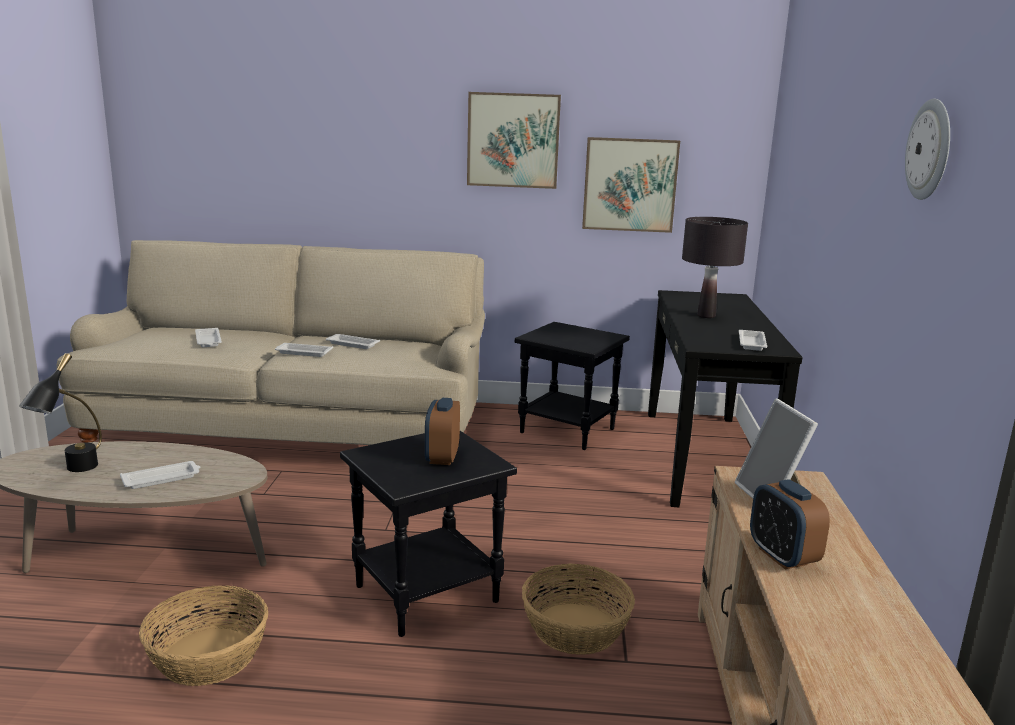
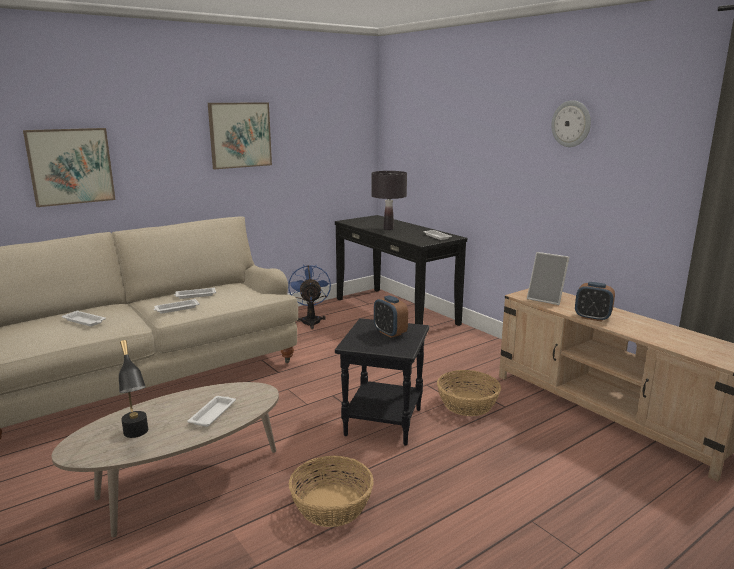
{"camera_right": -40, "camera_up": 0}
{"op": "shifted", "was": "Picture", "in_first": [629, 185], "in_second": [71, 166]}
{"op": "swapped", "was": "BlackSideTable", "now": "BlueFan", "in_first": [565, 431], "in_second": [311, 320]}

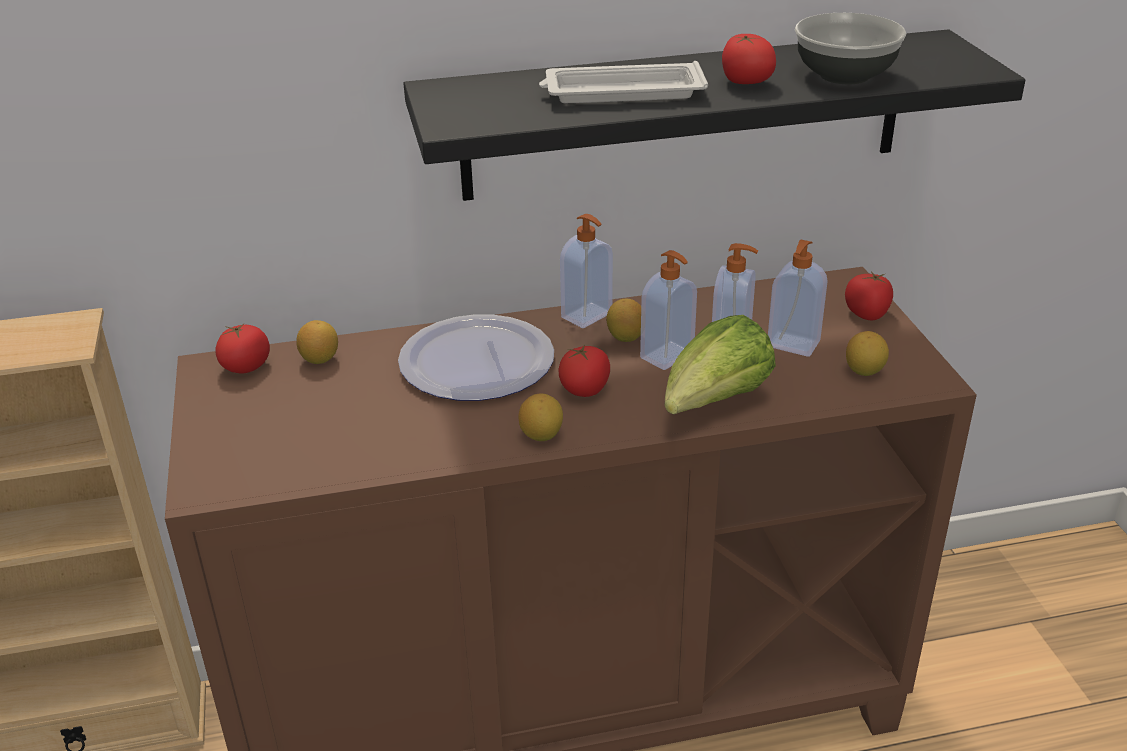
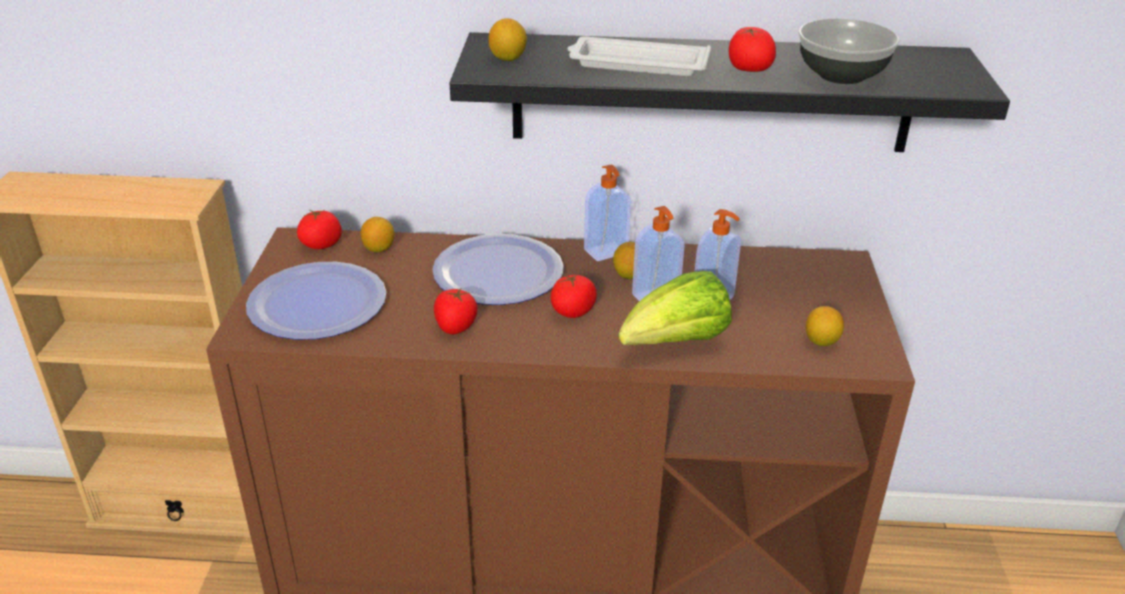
{"camera_right": 15, "camera_up": 0}
{"op": "gone", "was": "SoapDispenser", "in_first": [792, 345]}
{"op": "new", "now": "Plate", "in_second": [317, 303]}
{"op": "shifted", "was": "Lemon", "in_first": [541, 435], "in_second": [508, 59]}
{"op": "shifted", "was": "Tomato", "in_first": [867, 313], "in_second": [455, 326]}

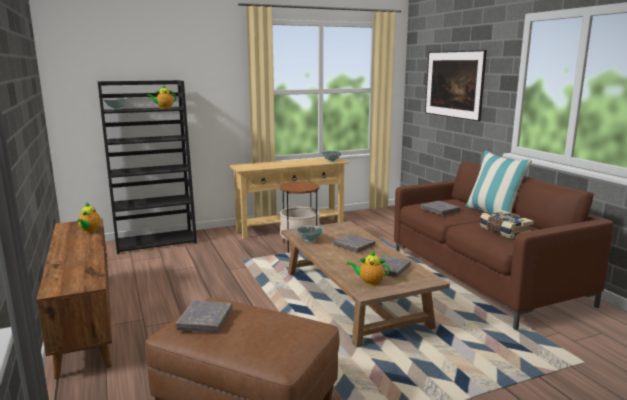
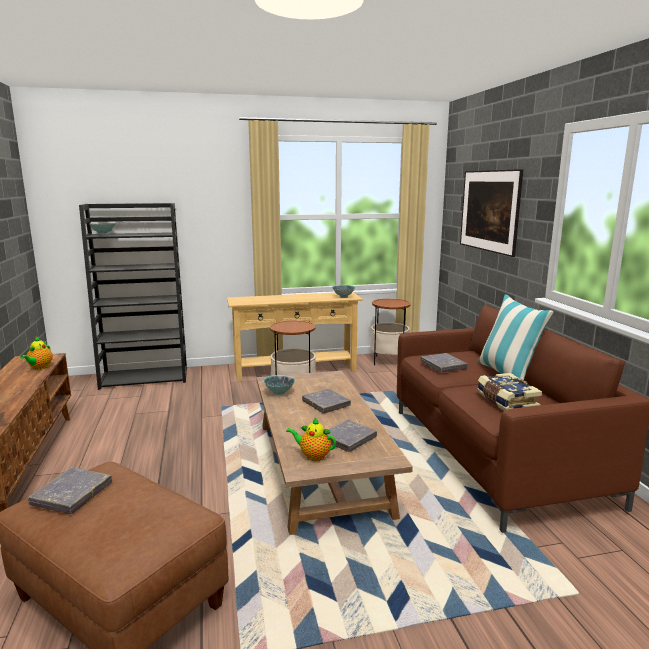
{"camera_right": 10, "camera_up": 0}
{"op": "gone", "was": "Teapot", "in_first": [164, 108]}
{"op": "new", "now": "SideTable", "in_second": [389, 361]}

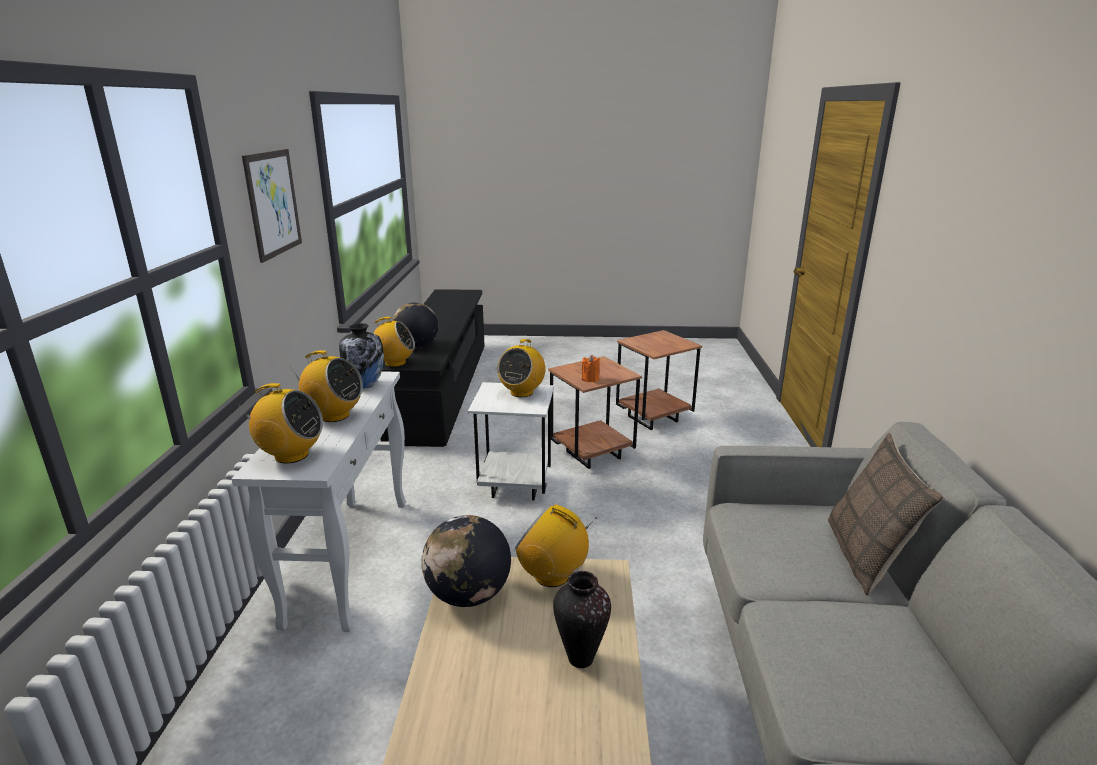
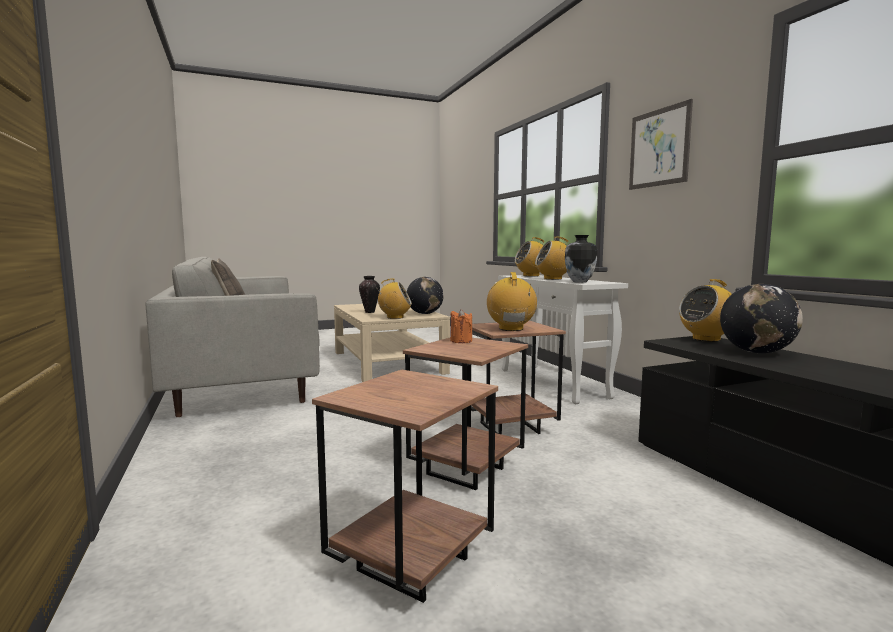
{"camera_right": 155, "camera_up": -15}
{"op": "repainted", "was": "WhiteSideTable", "now": "BrownSideTable", "in_first": [515, 486], "in_second": [511, 428]}

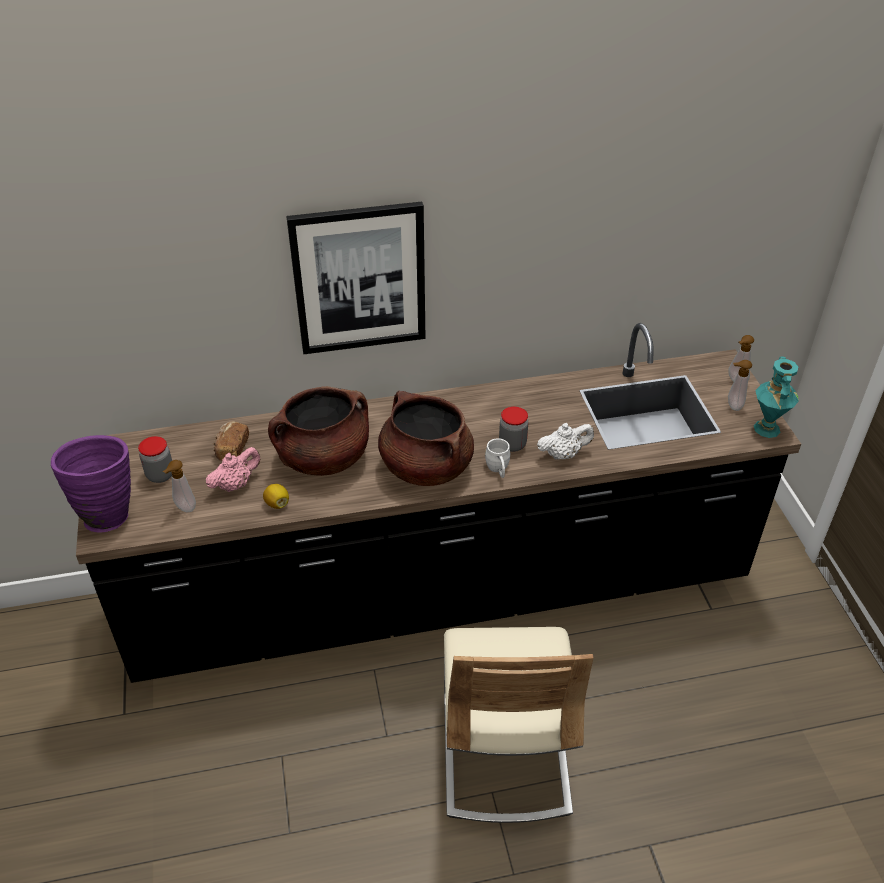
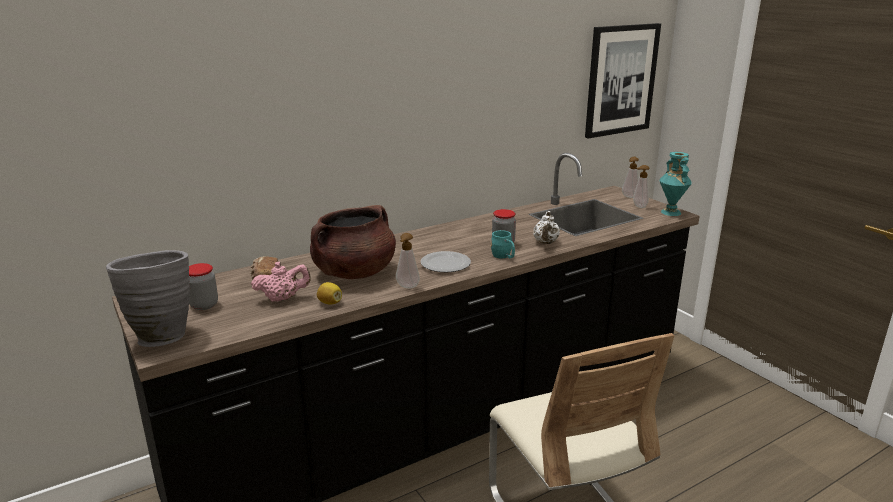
{"camera_right": -20, "camera_up": -20}
{"op": "shifted", "was": "SoapDispenser", "in_first": [184, 508], "in_second": [407, 287]}
{"op": "shifted", "was": "Picture", "in_first": [359, 279], "in_second": [621, 80]}
{"op": "swapped", "was": "BrownCookingPot", "now": "Plate", "in_first": [425, 467], "in_second": [444, 264]}
{"op": "repainted", "was": "PurpleVase", "now": "GreyVase", "in_first": [108, 513], "in_second": [161, 336]}
{"op": "repainted", "was": "WhiteMug", "now": "TurquoiseMug", "in_first": [498, 470], "in_second": [503, 257]}
{"op": "rotated", "was": "PinkTeapot", "in_first": [236, 484], "in_second": [283, 298], "clockwise": 45}
{"op": "rotated", "was": "WhiteTeapot", "in_first": [563, 454], "in_second": [545, 243], "clockwise": 135}

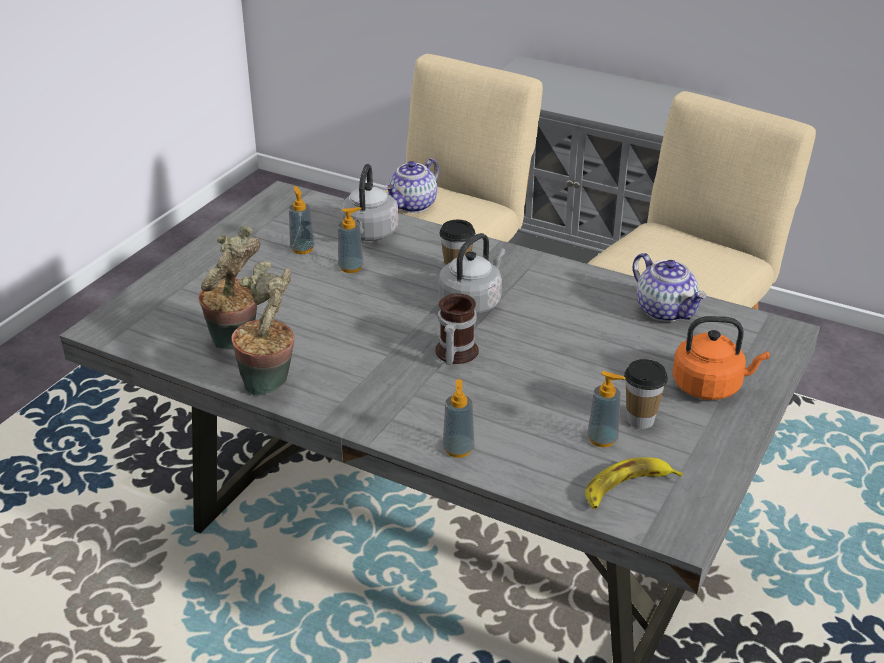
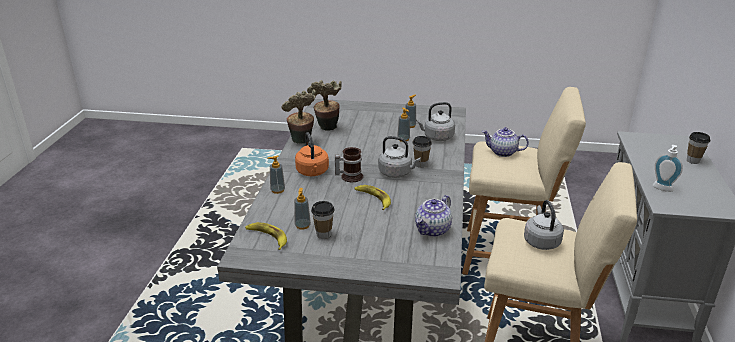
{"camera_right": 70, "camera_up": -5}
{"op": "new", "now": "Banana", "in_second": [373, 199]}
{"op": "new", "now": "GreyKettle", "in_second": [541, 241]}
{"op": "new", "now": "SoapDispenser", "in_second": [662, 189]}
{"op": "new", "now": "Cup", "in_second": [693, 161]}
{"op": "shifted", "was": "OrangeKettle", "in_first": [710, 386], "in_second": [312, 172]}

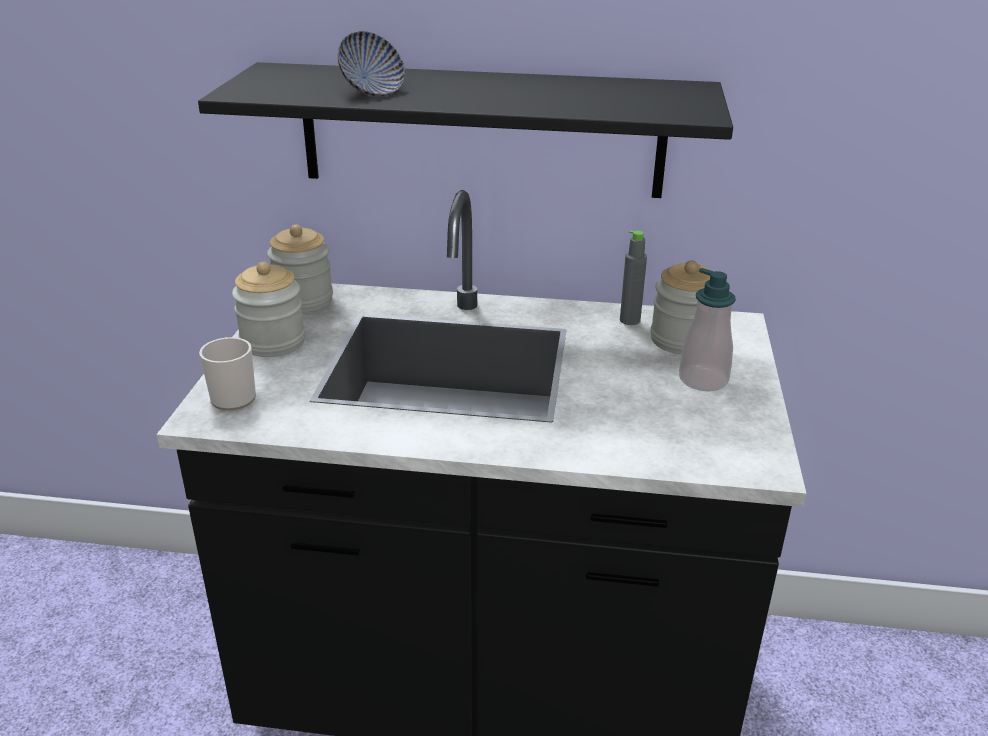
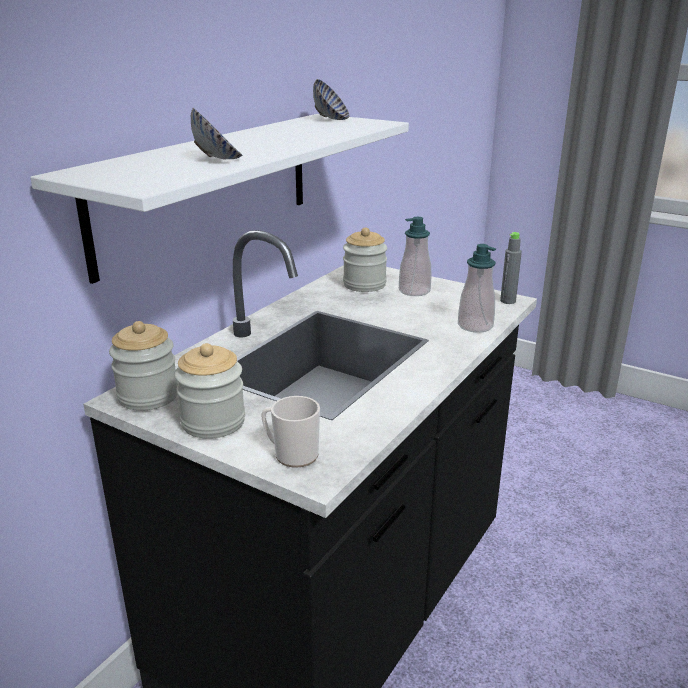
{"camera_right": -65, "camera_up": -5}
{"op": "new", "now": "Bowl", "in_second": [331, 119]}
{"op": "new", "now": "SoapDispenser", "in_second": [475, 326]}
{"op": "shifted", "was": "GreyBottle", "in_first": [630, 320], "in_second": [508, 301]}
{"op": "repainted", "was": "BlackShelf", "now": "WhiteShelf", "in_first": [481, 130], "in_second": [208, 189]}

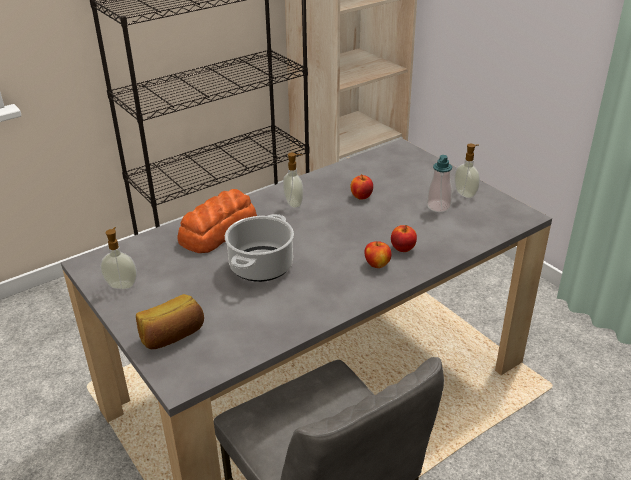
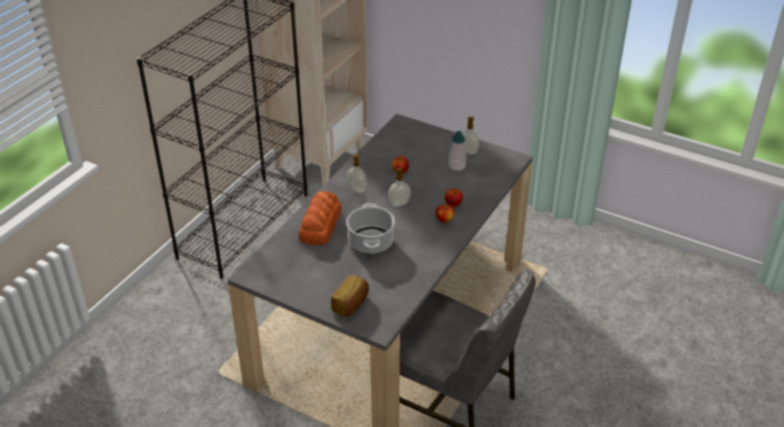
{"camera_right": -25, "camera_up": 5}
{"op": "shifted", "was": "SoapDispenser", "in_first": [122, 285], "in_second": [399, 203]}

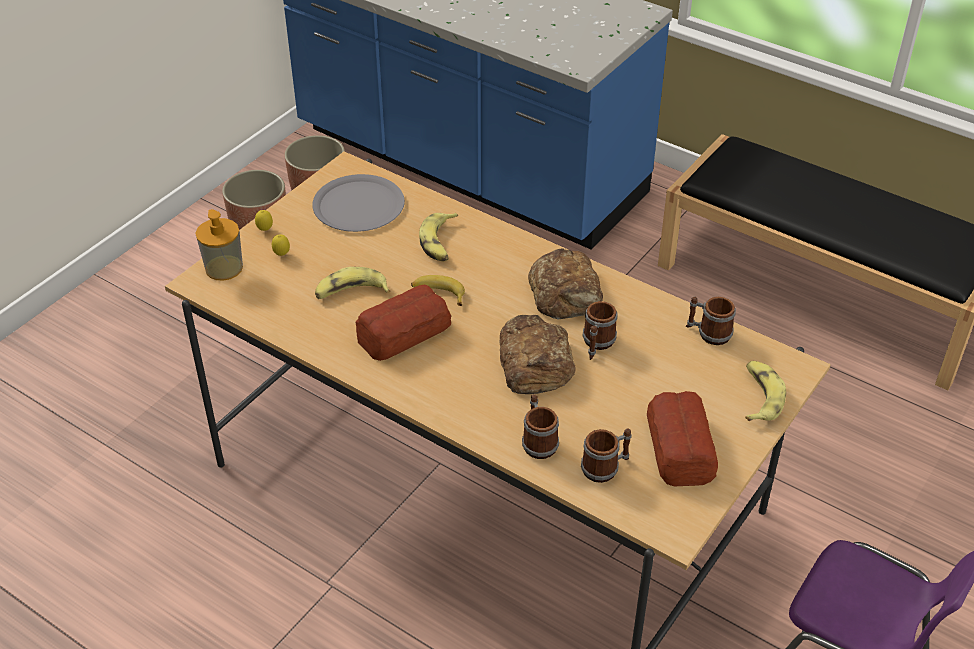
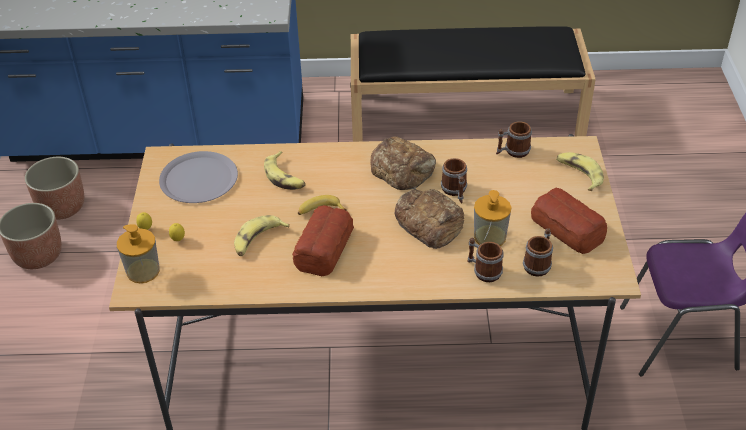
{"camera_right": -35, "camera_up": 0}
{"op": "new", "now": "SoapDispenser", "in_second": [490, 236]}

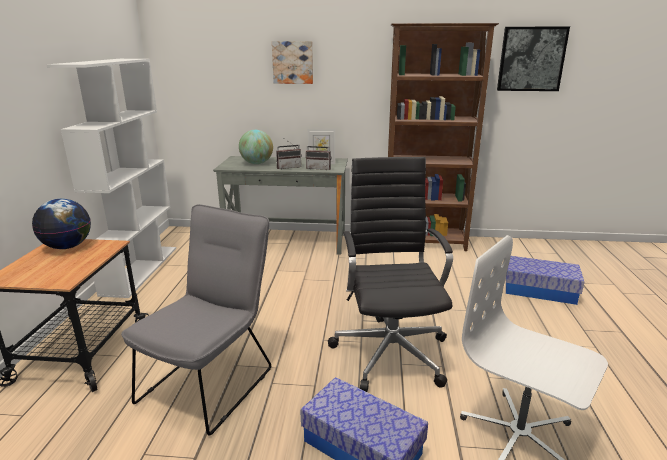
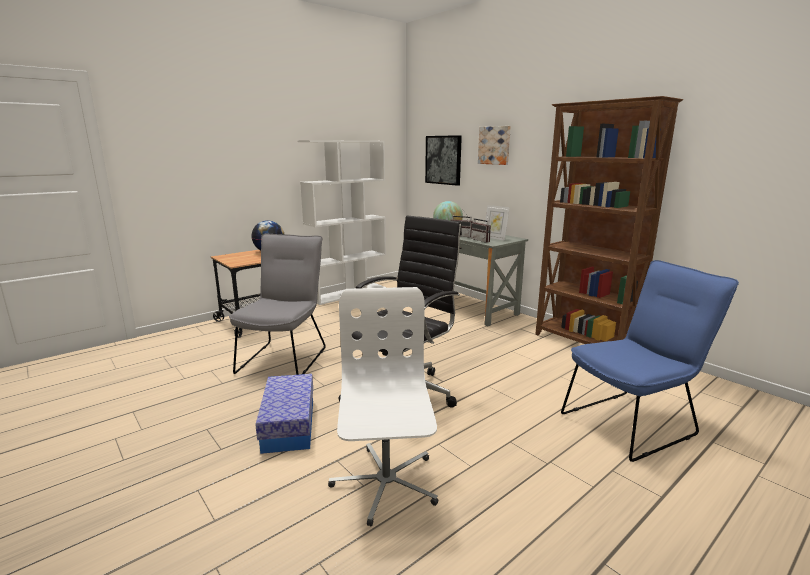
{"camera_right": 45, "camera_up": -5}
{"op": "shifted", "was": "Picture", "in_first": [531, 59], "in_second": [443, 160]}
{"op": "swapped", "was": "StorageBox", "now": "BlueChair", "in_first": [539, 290], "in_second": [633, 422]}
{"op": "rotated", "was": "GreyChair", "in_first": [212, 380], "in_second": [285, 357], "clockwise": -60}

